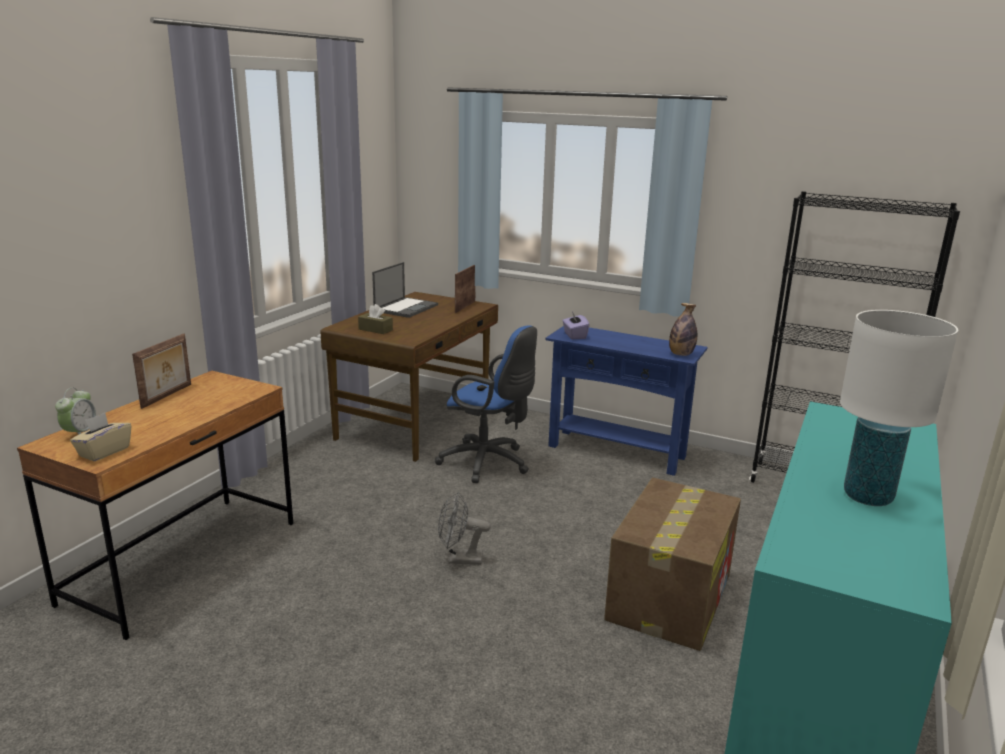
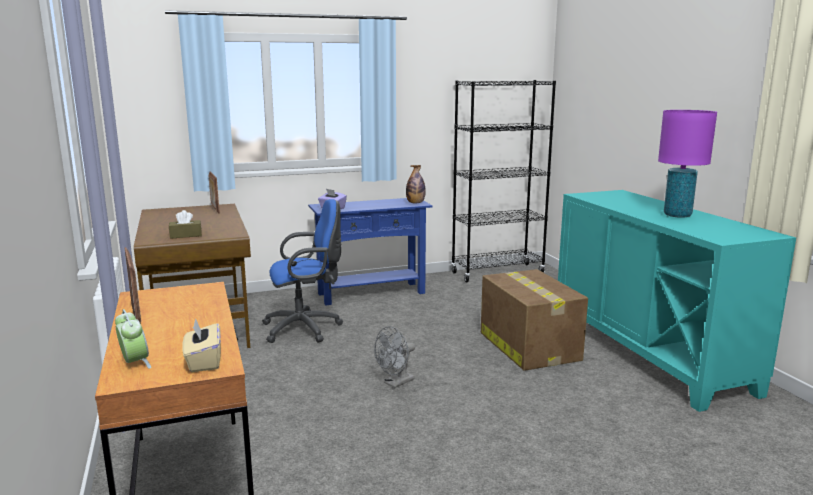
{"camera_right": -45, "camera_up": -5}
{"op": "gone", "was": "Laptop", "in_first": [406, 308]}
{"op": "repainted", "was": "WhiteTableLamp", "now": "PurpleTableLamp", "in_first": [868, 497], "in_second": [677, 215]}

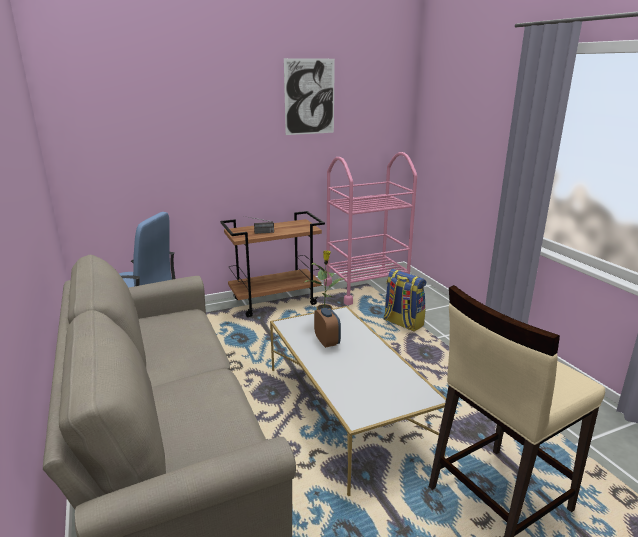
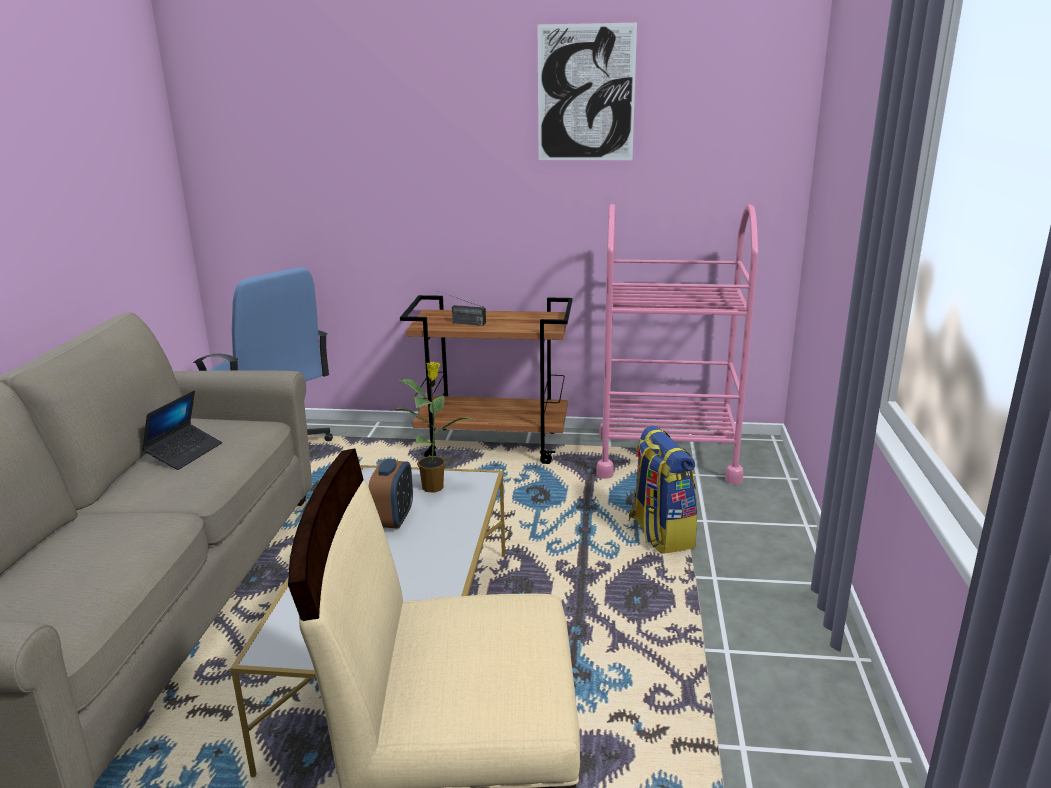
{"camera_right": 30, "camera_up": 0}
{"op": "new", "now": "Laptop", "in_second": [184, 453]}

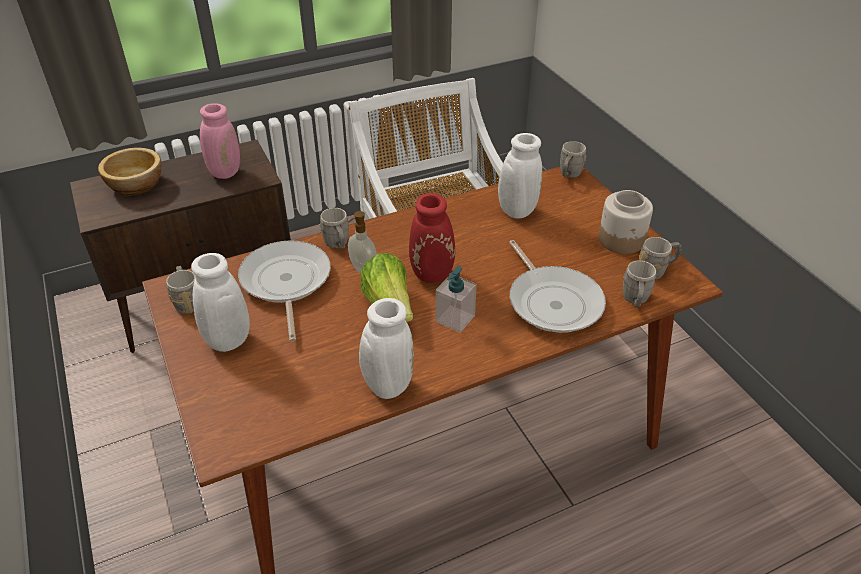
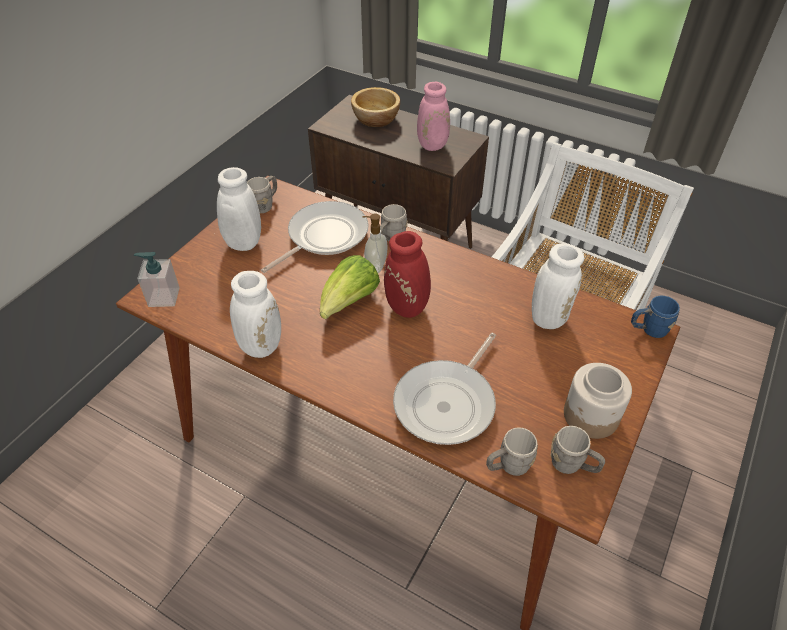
{"camera_right": 55, "camera_up": 5}
{"op": "shifted", "was": "SoapDispenser", "in_first": [455, 319], "in_second": [163, 297]}
{"op": "repainted", "was": "GreyMug", "now": "BlueMug", "in_first": [568, 175], "in_second": [648, 330]}

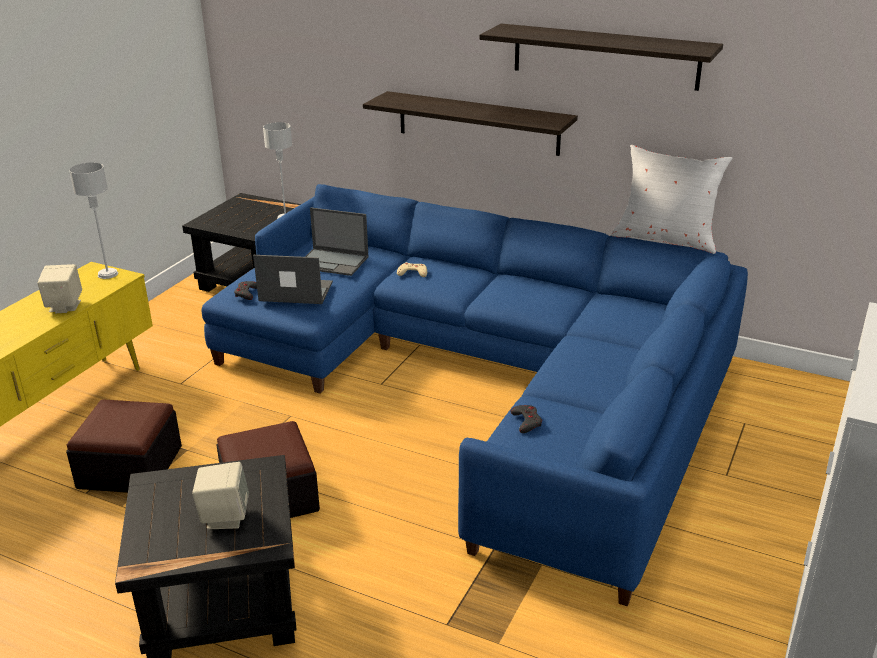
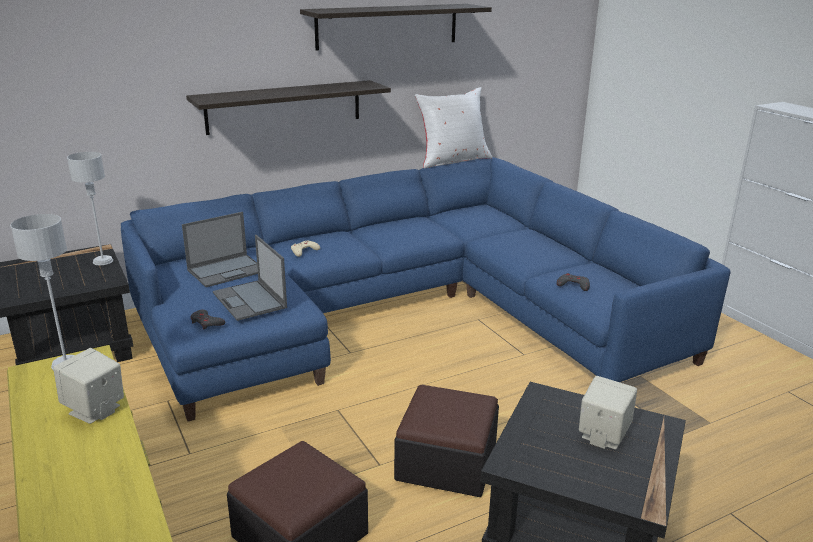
{"camera_right": -55, "camera_up": -5}
{"op": "rotated", "was": "Laptop", "in_first": [295, 292], "in_second": [250, 300], "clockwise": -75}

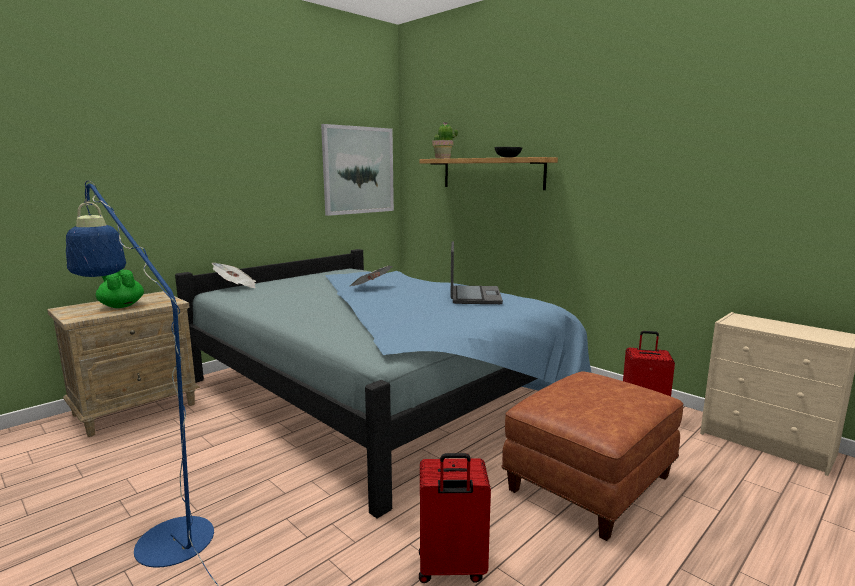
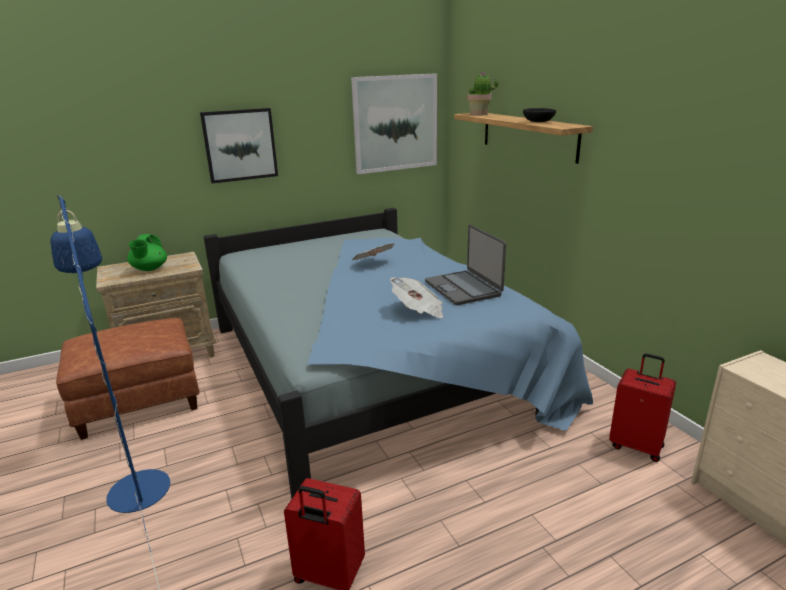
{"camera_right": 20, "camera_up": 10}
{"op": "new", "now": "Picture", "in_second": [240, 145]}
{"op": "shifted", "was": "Newspaper", "in_first": [236, 286], "in_second": [418, 311]}
{"op": "shifted", "was": "BrownOttoman", "in_first": [589, 482], "in_second": [140, 402]}
{"op": "rotated", "was": "GreenTeapot", "in_first": [121, 306], "in_second": [149, 269], "clockwise": -150}
{"op": "rotated", "was": "Laptop", "in_first": [474, 296], "in_second": [463, 288], "clockwise": 135}

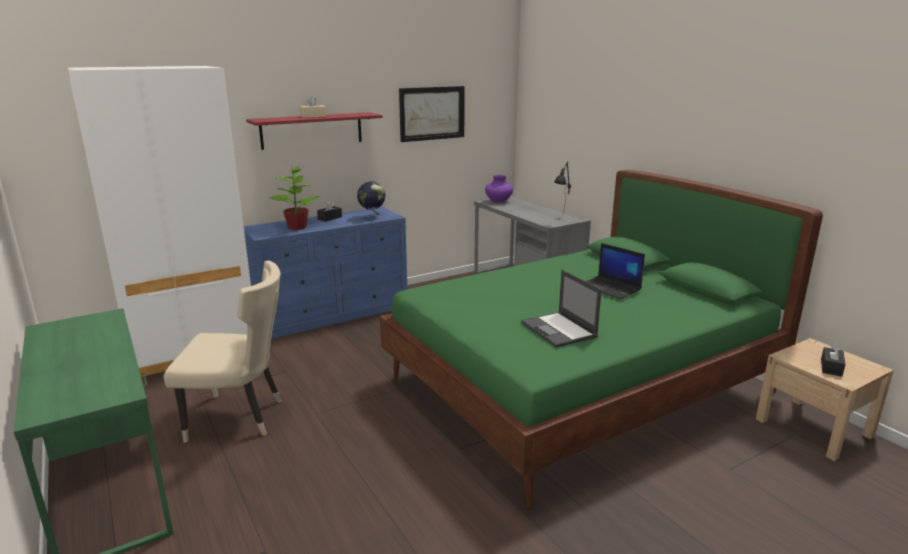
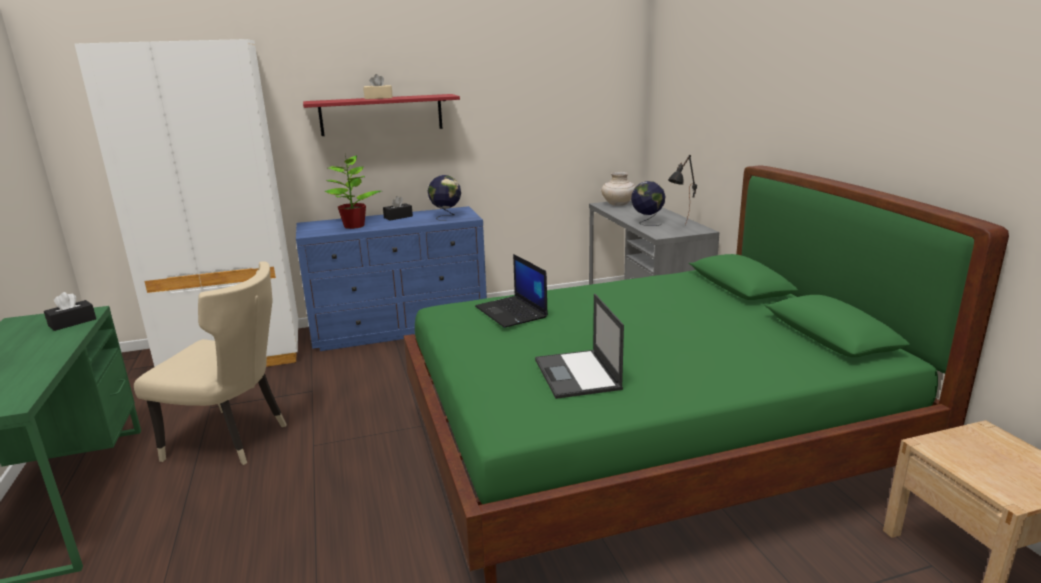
{"camera_right": 15, "camera_up": 0}
{"op": "gone", "was": "Picture", "in_first": [432, 113]}
{"op": "new", "now": "Globe", "in_second": [647, 223]}
{"op": "shifted", "was": "Laptop", "in_first": [610, 288], "in_second": [512, 312]}
{"op": "shifted", "was": "BlackTissueBox", "in_first": [831, 367], "in_second": [72, 322]}
{"op": "repainted", "was": "PurpleVase", "now": "BeigeVase", "in_first": [498, 201], "in_second": [618, 204]}

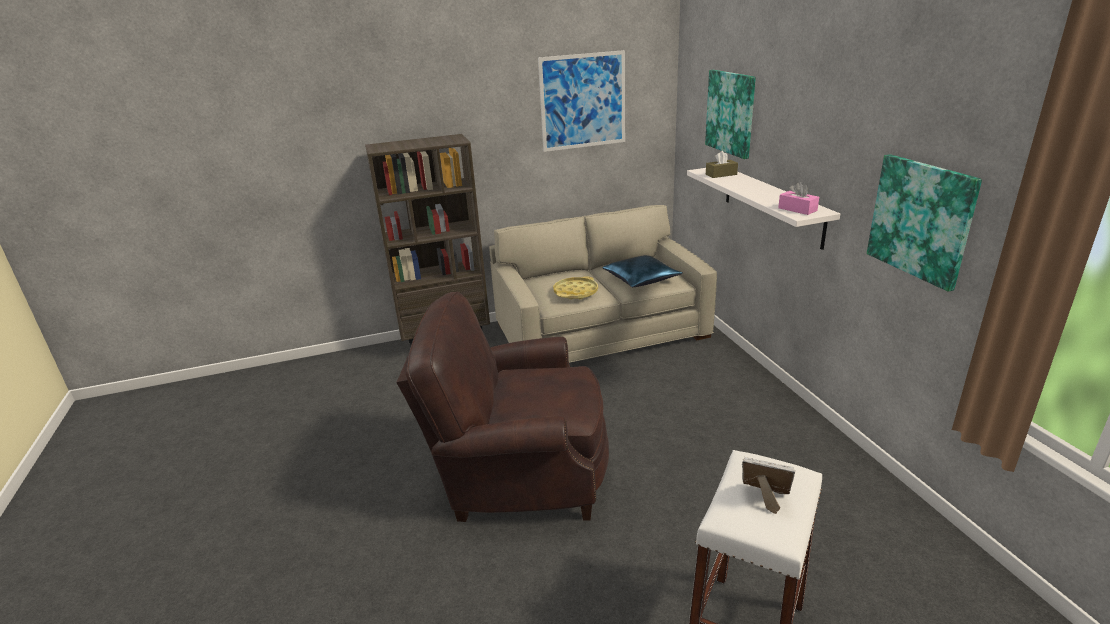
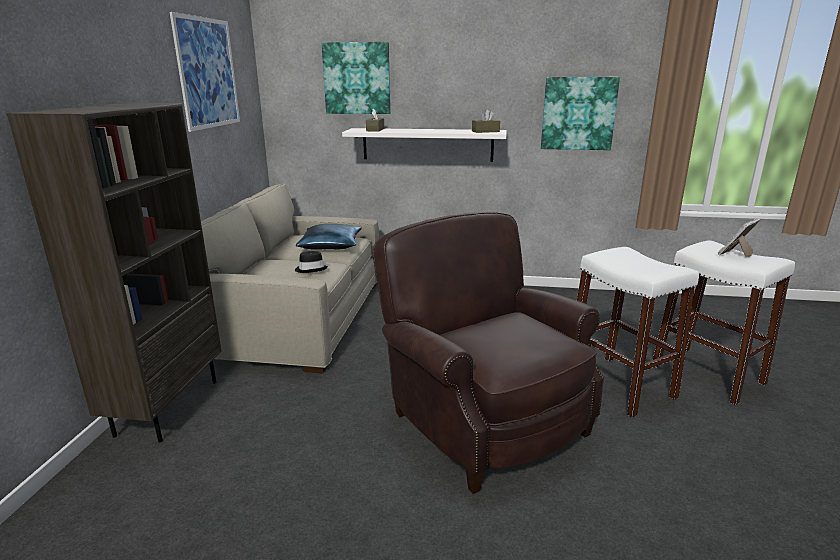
{"camera_right": -65, "camera_up": -5}
{"op": "new", "now": "WhiteStool", "in_second": [619, 385]}
{"op": "swapped", "was": "YellowTray", "now": "BlackHat", "in_first": [575, 292], "in_second": [311, 269]}
{"op": "repainted", "was": "PinkTissueBox", "now": "BrownTissueBox", "in_first": [797, 209], "in_second": [485, 131]}
{"op": "rotated", "was": "BrownArmchair", "in_first": [518, 474], "in_second": [482, 419], "clockwise": 120}

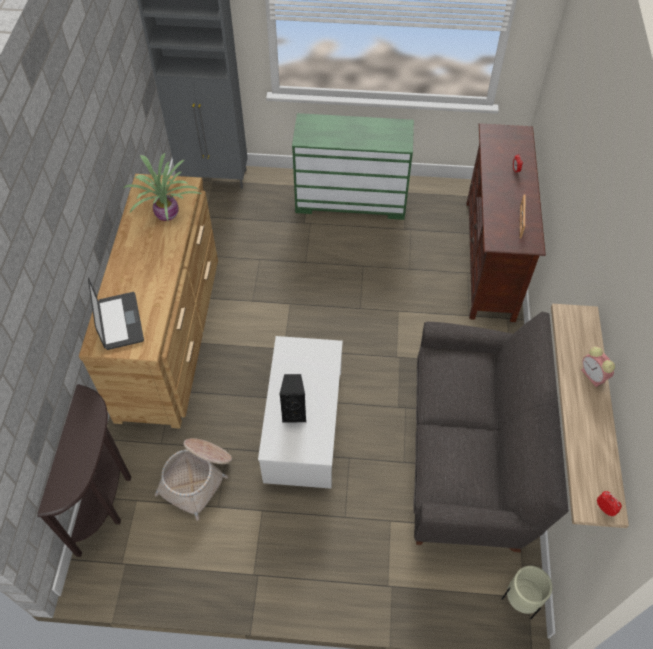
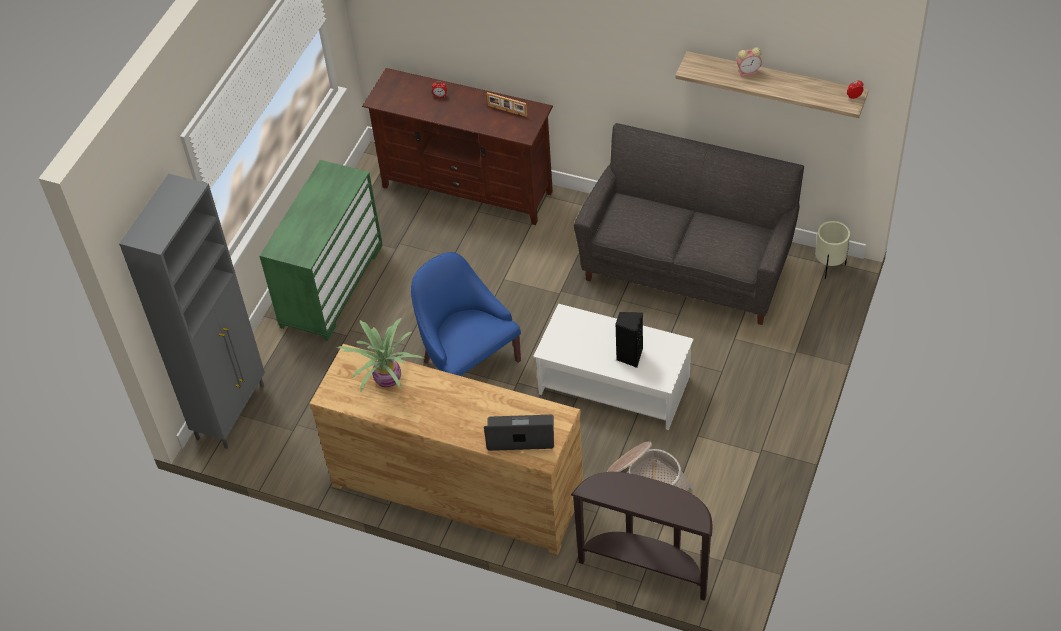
{"camera_right": -70, "camera_up": -5}
{"op": "new", "now": "BlueArmchair", "in_second": [467, 362]}

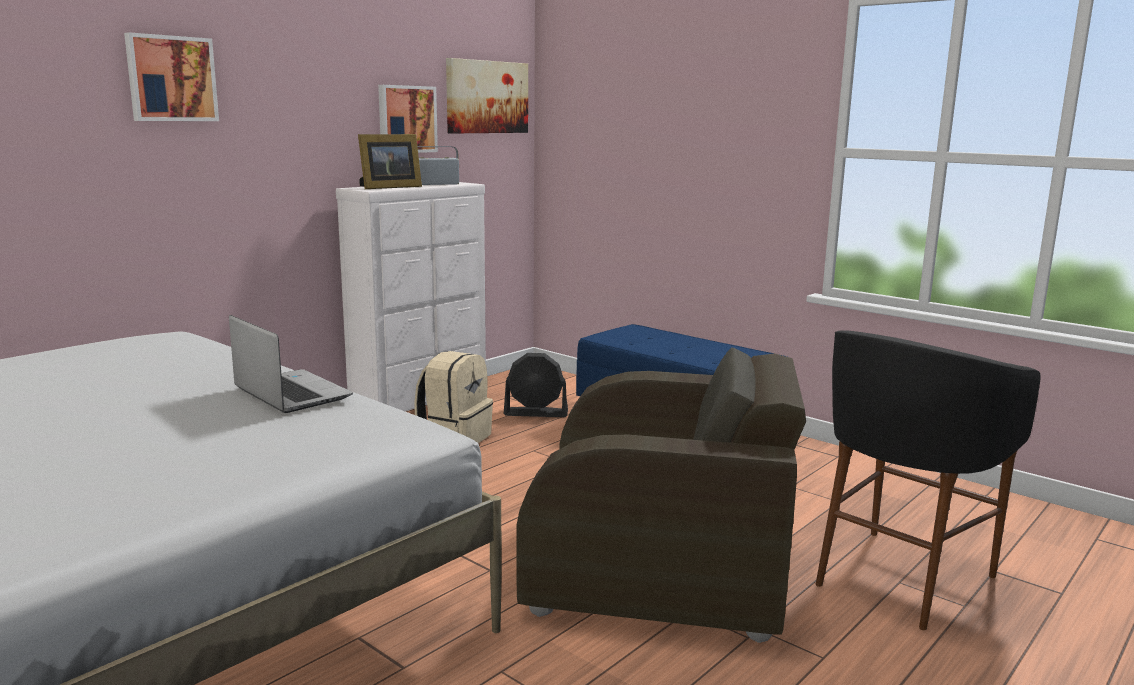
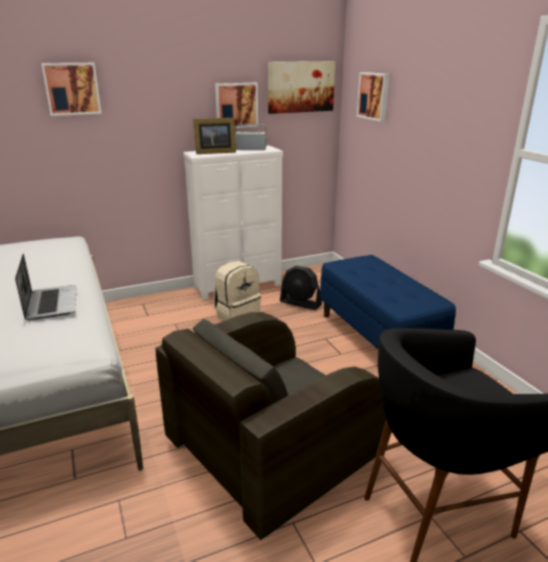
{"camera_right": 25, "camera_up": 10}
{"op": "new", "now": "Picture", "in_second": [374, 96]}
{"op": "rotated", "was": "BrownArmchair", "in_first": [659, 570], "in_second": [271, 451], "clockwise": 105}

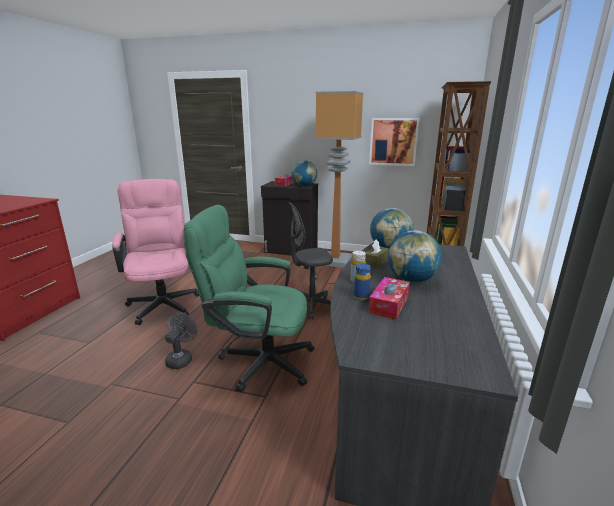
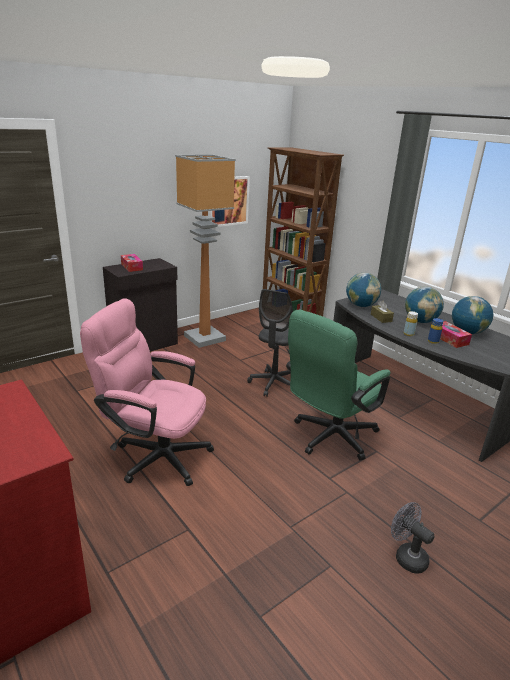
{"camera_right": -55, "camera_up": 5}
{"op": "shifted", "was": "GreyFan", "in_first": [181, 358], "in_second": [406, 556]}
{"op": "shifted", "was": "Globe", "in_first": [304, 186], "in_second": [467, 332]}

